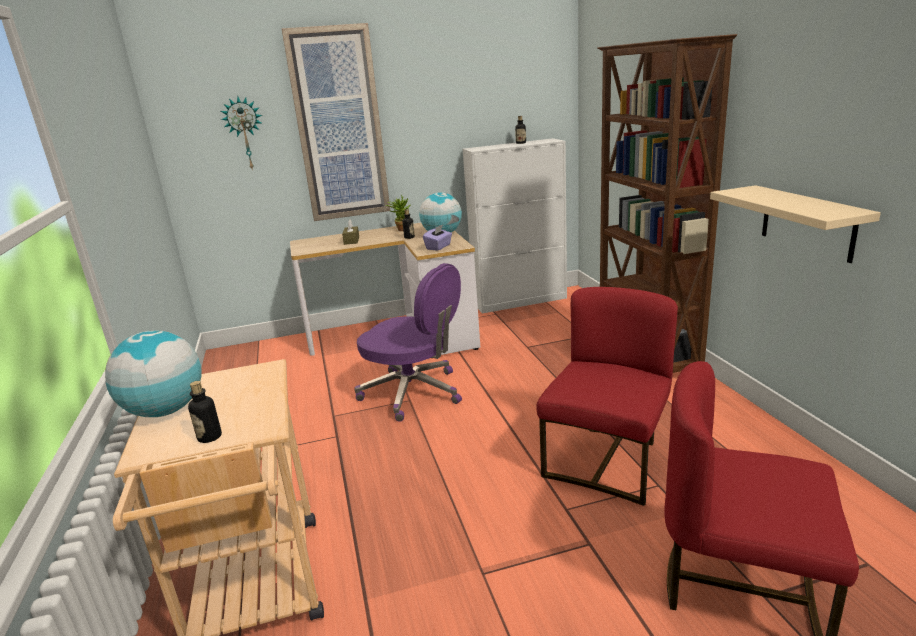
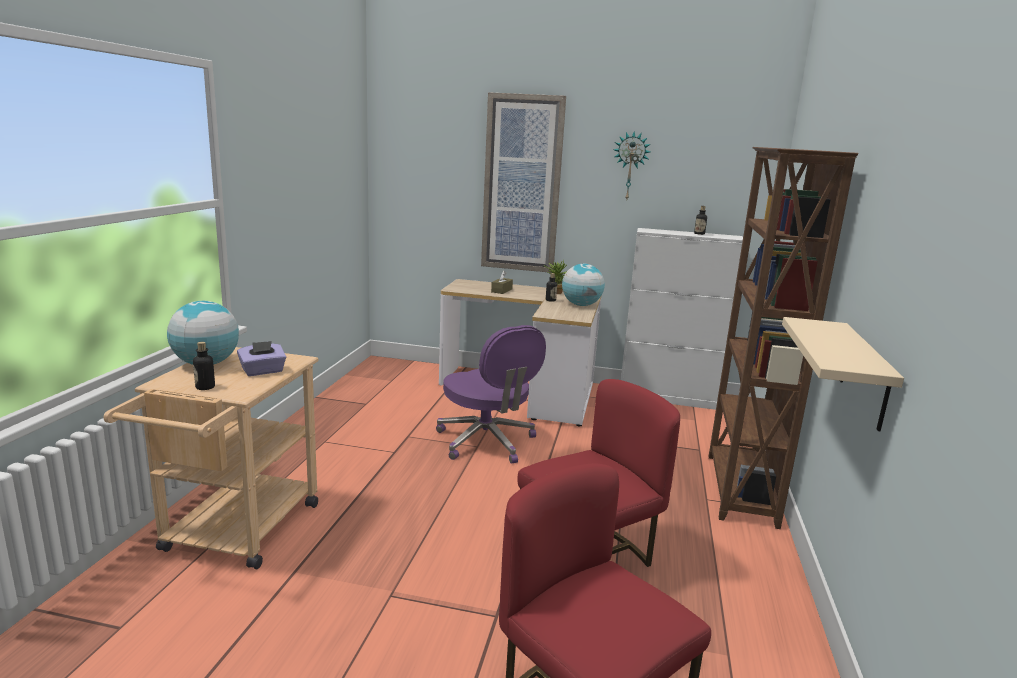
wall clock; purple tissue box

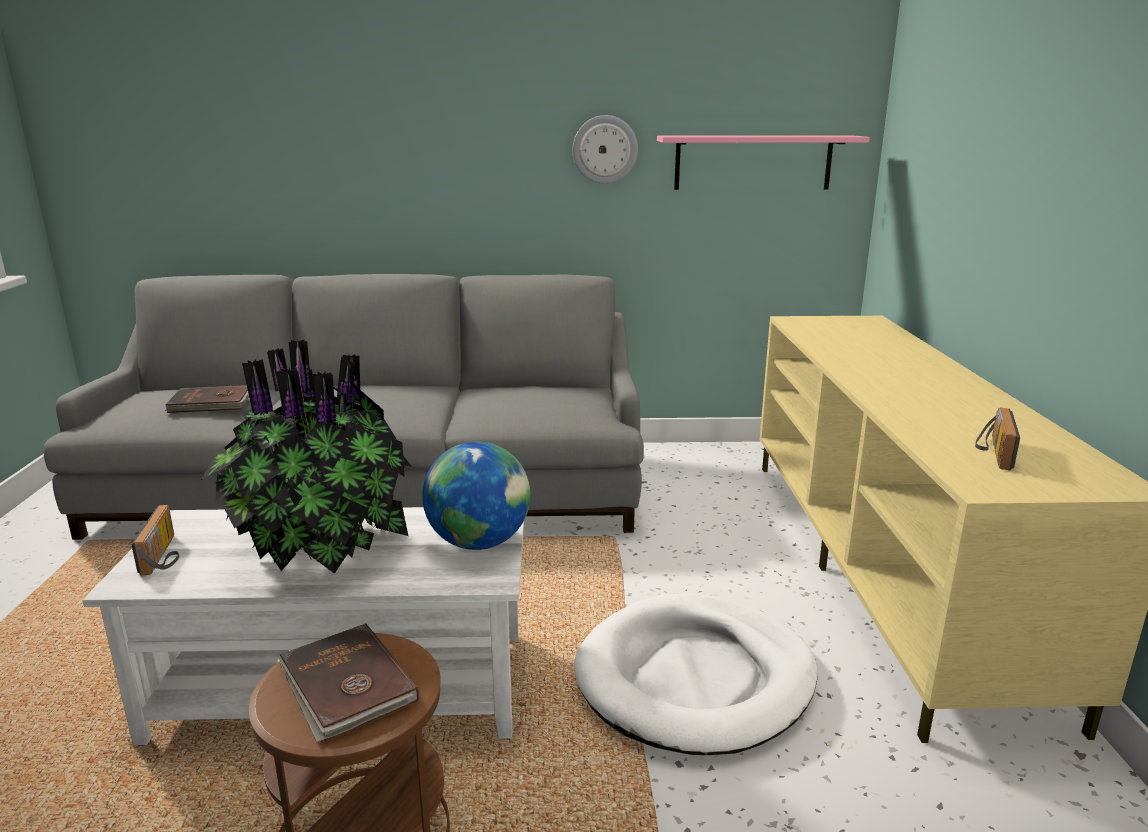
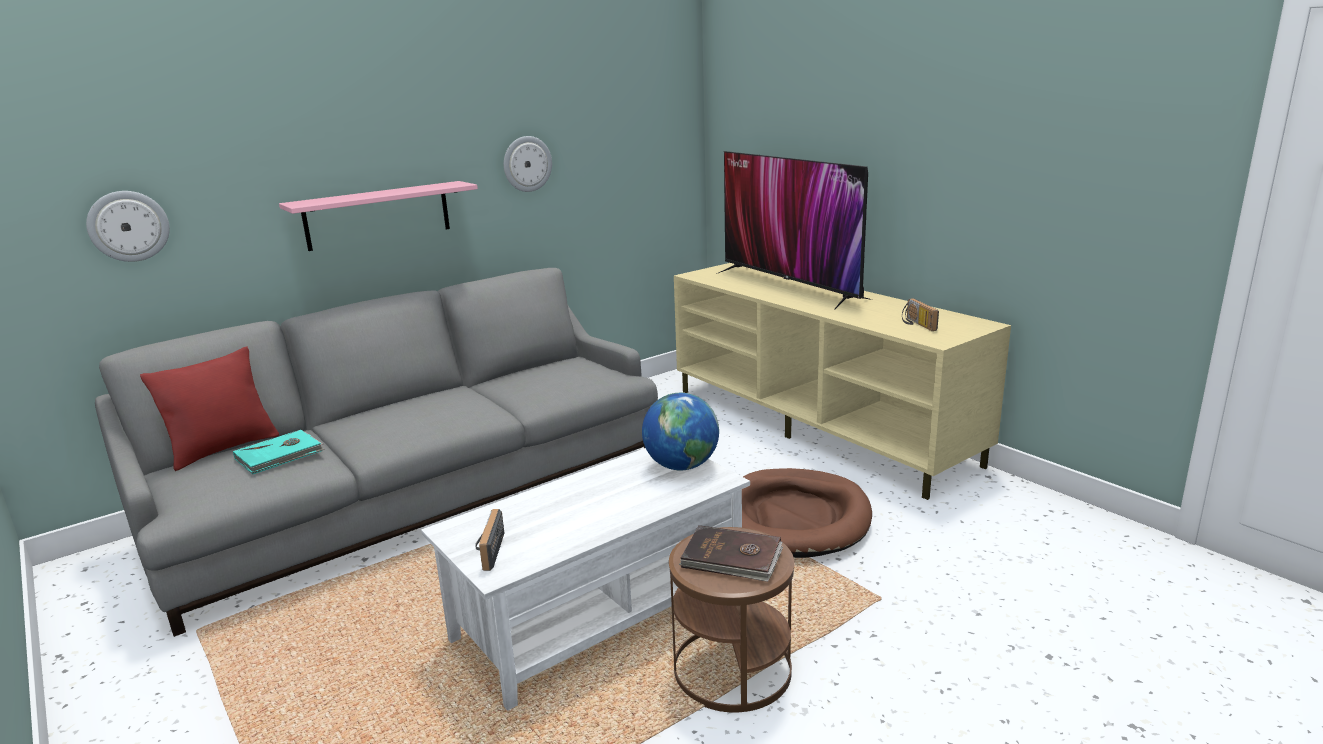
radio (1st from left); turquoise book; potted plant; brown dog bed; pink shelf; wall clock (1st from left); red pillow; television

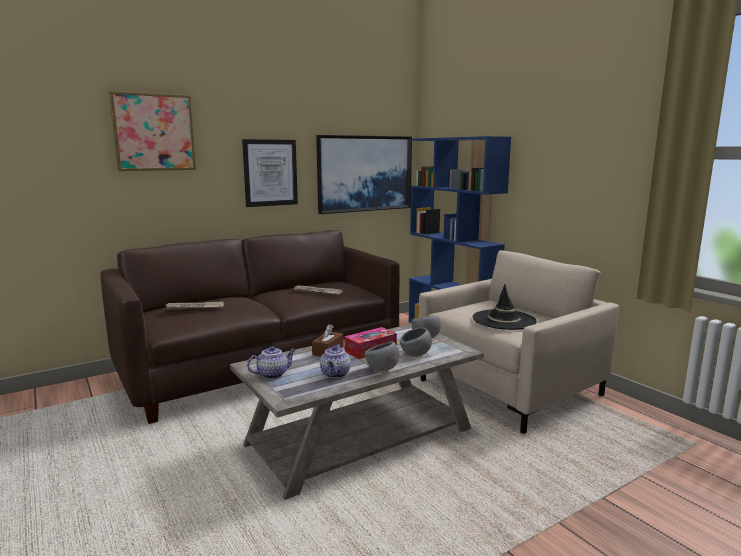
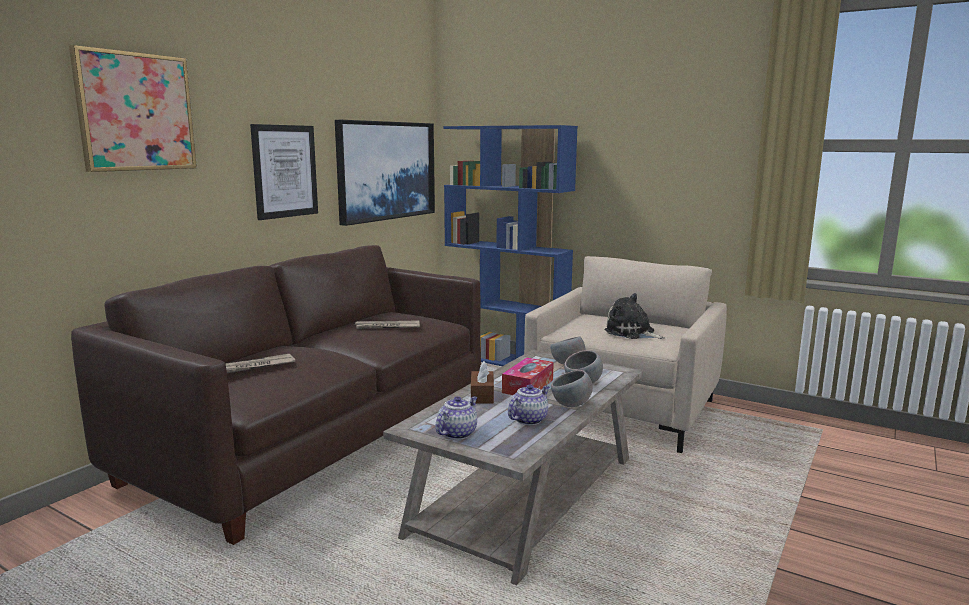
teapot (2nd from left); plush toy

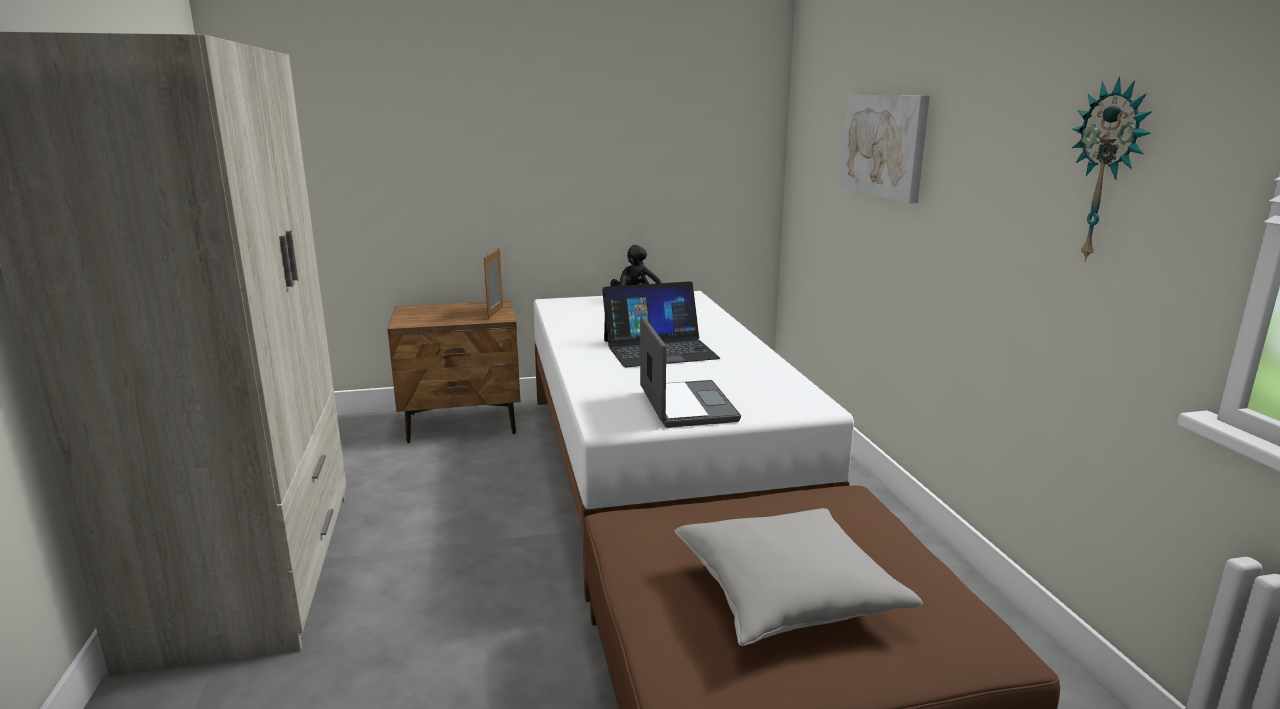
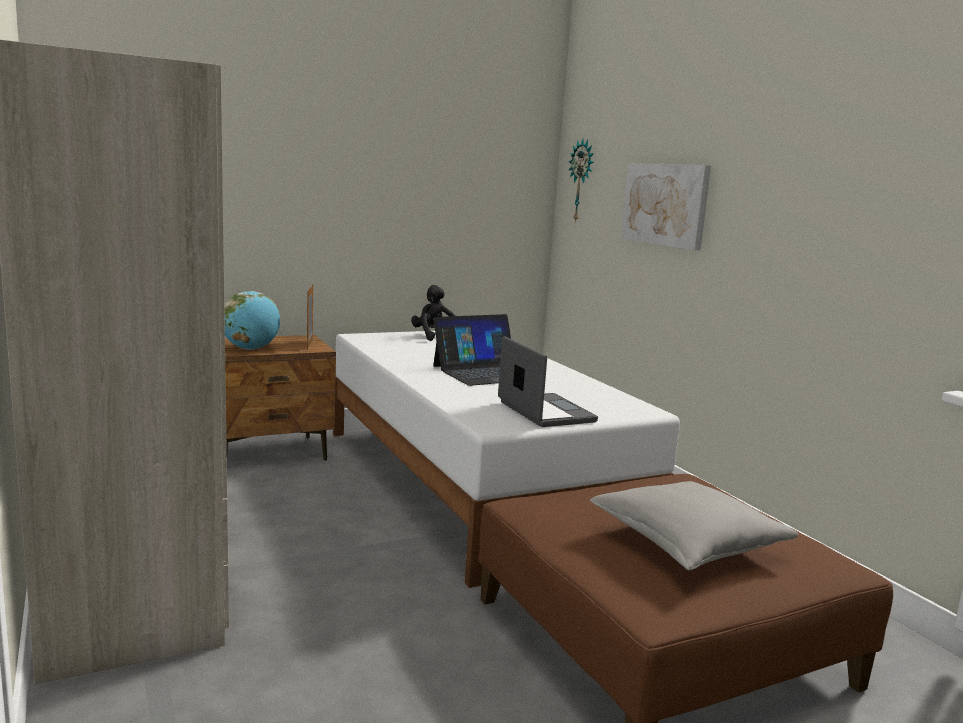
wall clock; globe

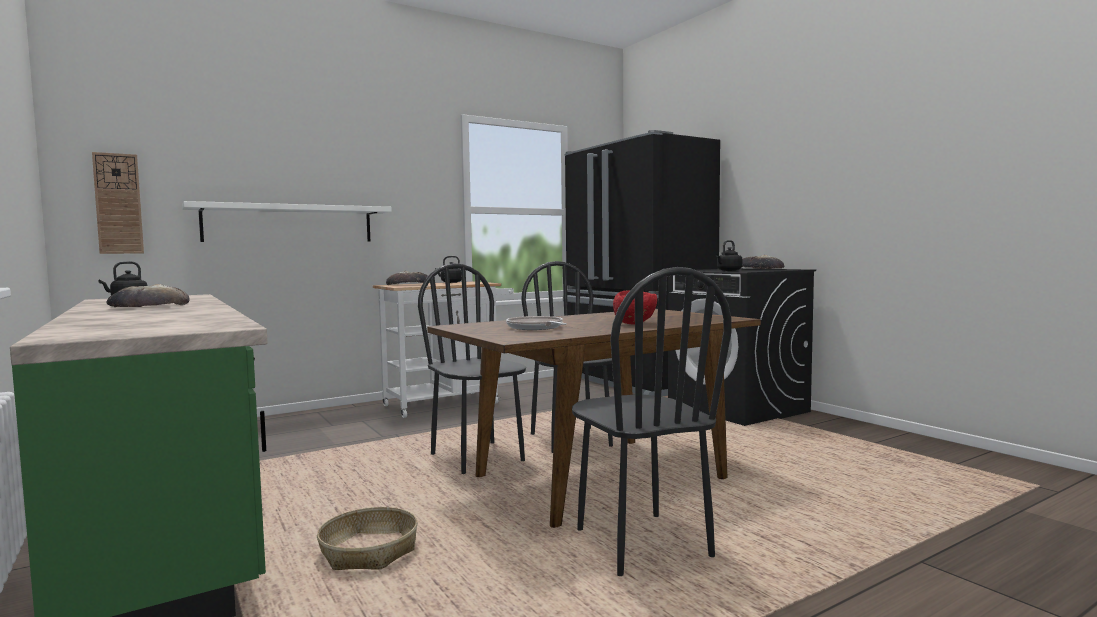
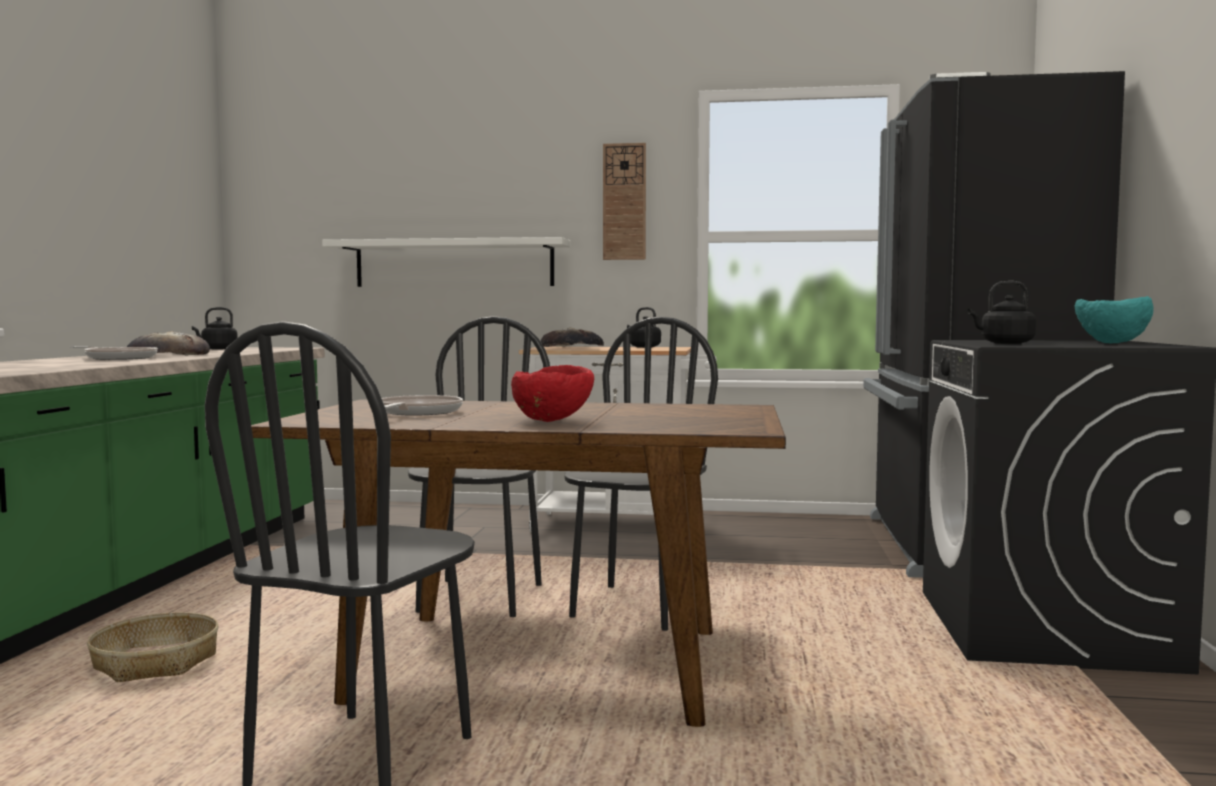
wall clock; turquoise bowl; frying pan (1st from left)

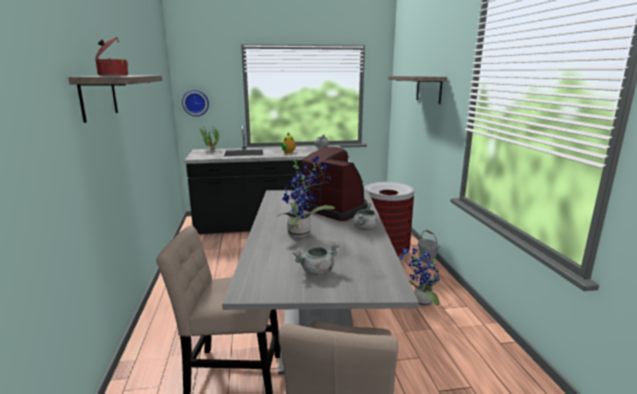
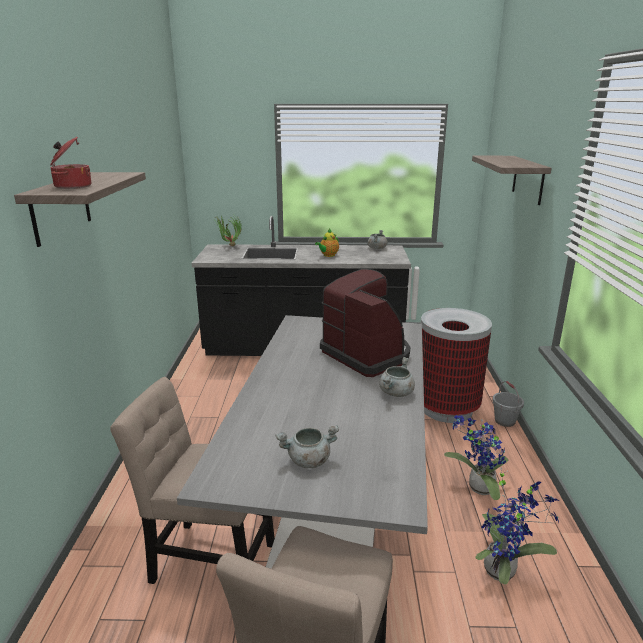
wall clock; potted plant (3rd from left)

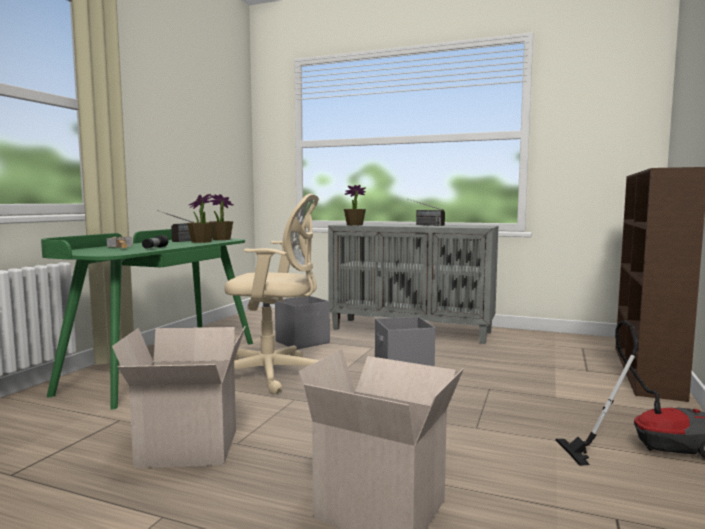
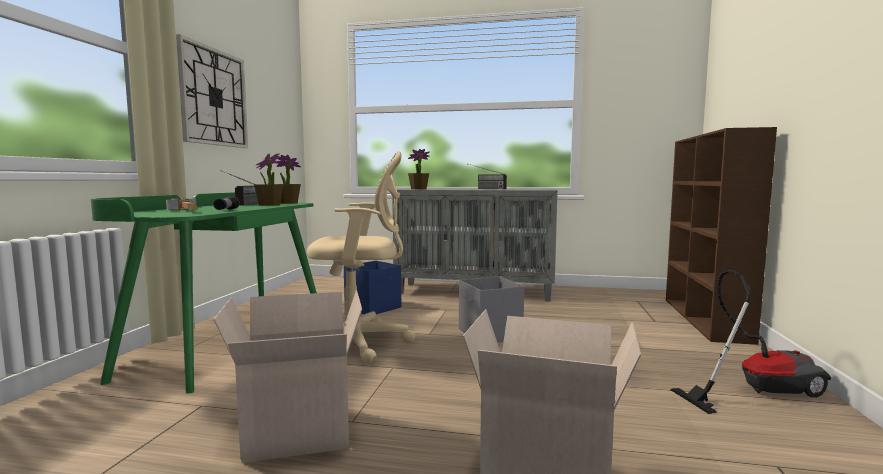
blue storage box; wall clock

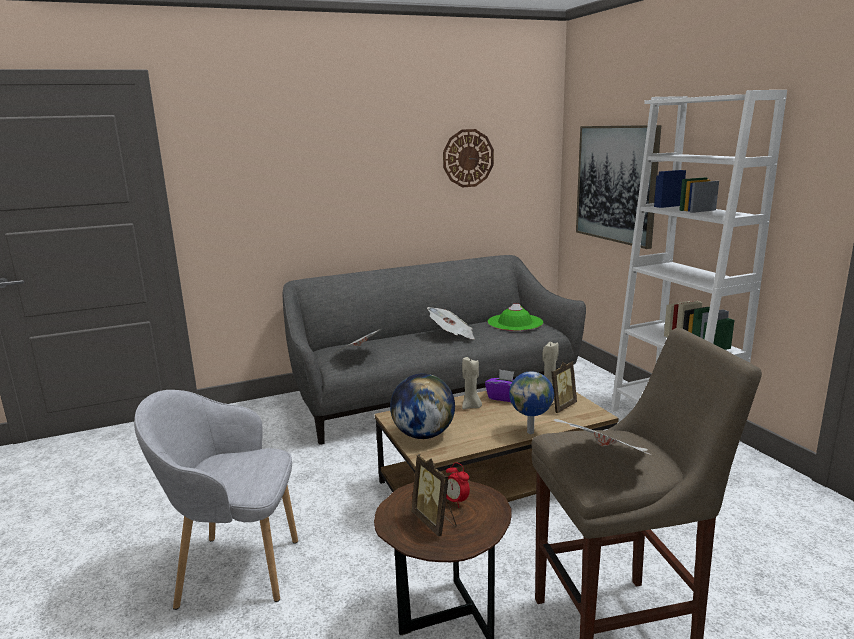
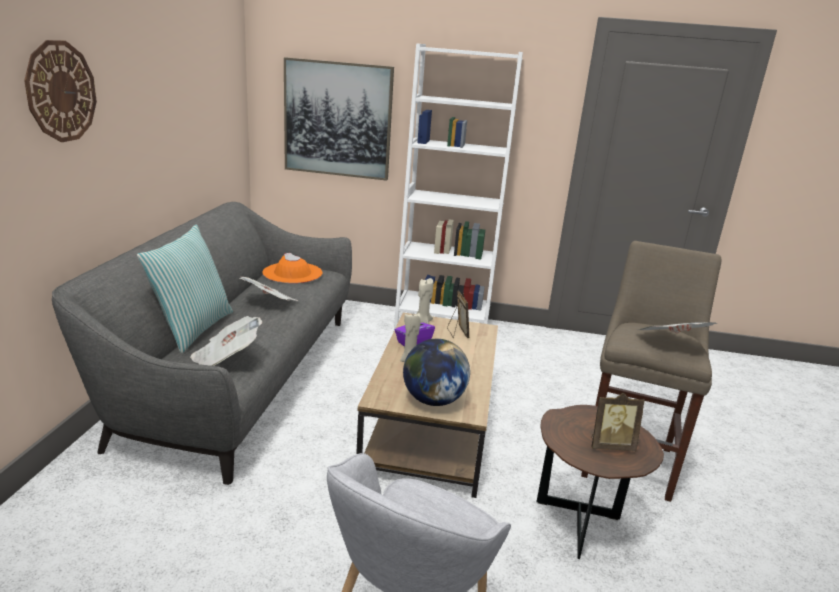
wall clock; alarm clock; orange hat; globe (2nd from left in the first image); pillow

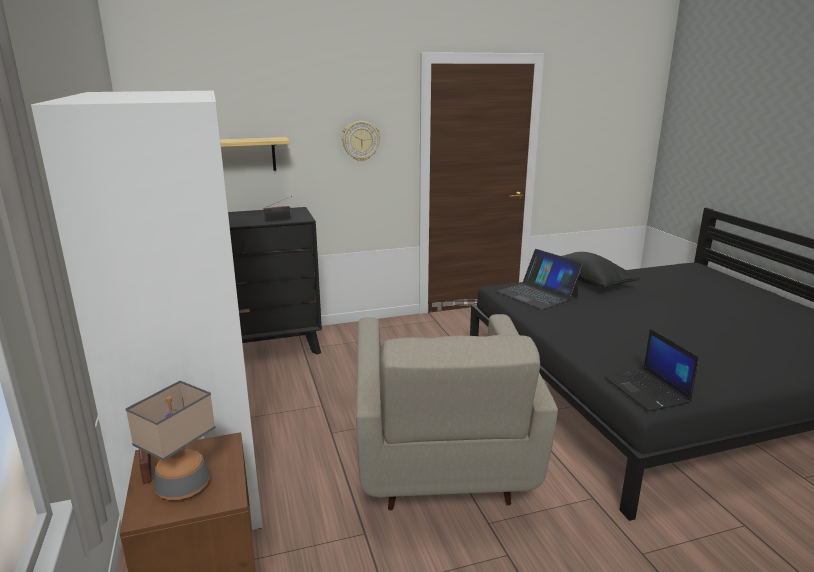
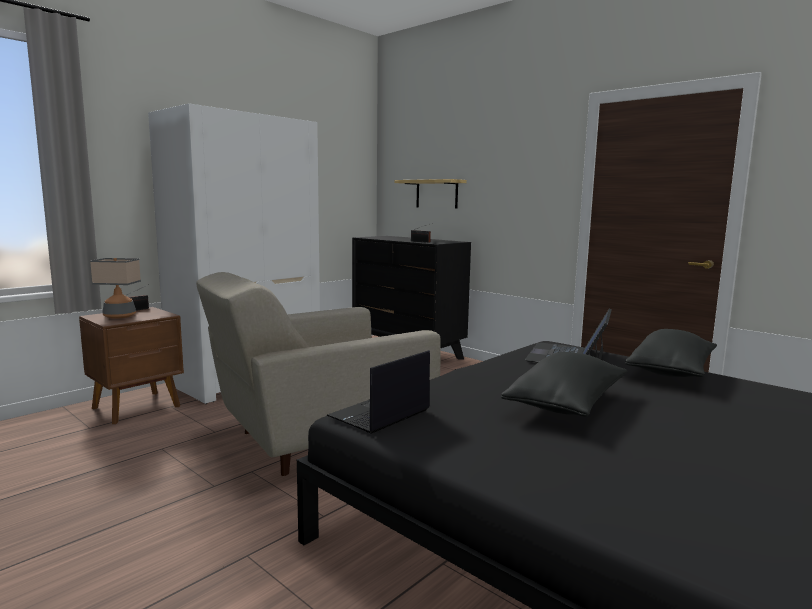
wall clock; black pillow (1st from left)

